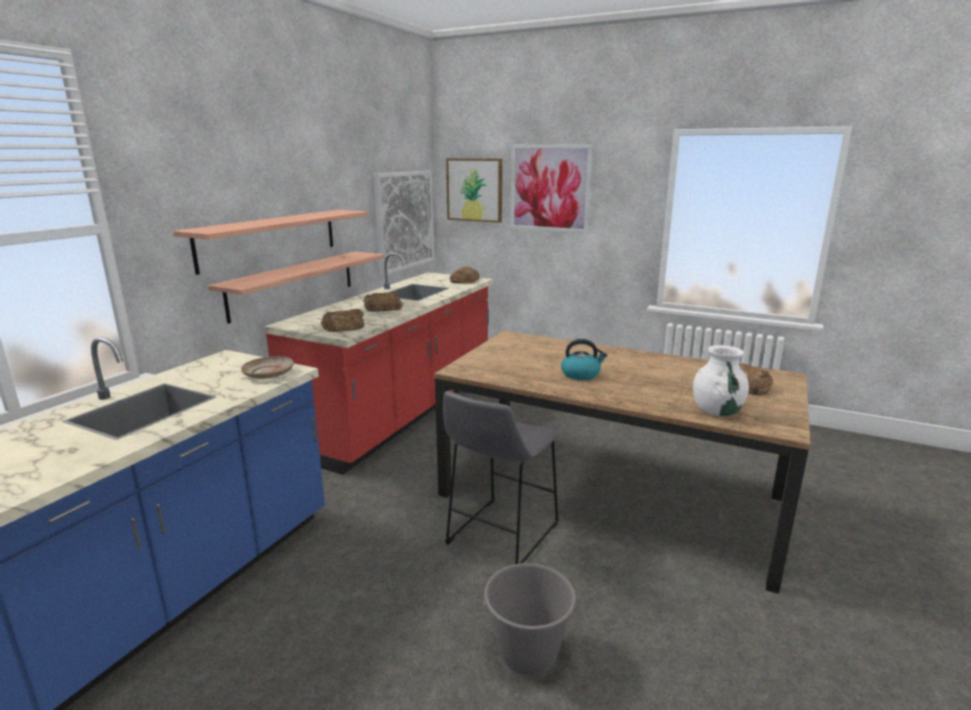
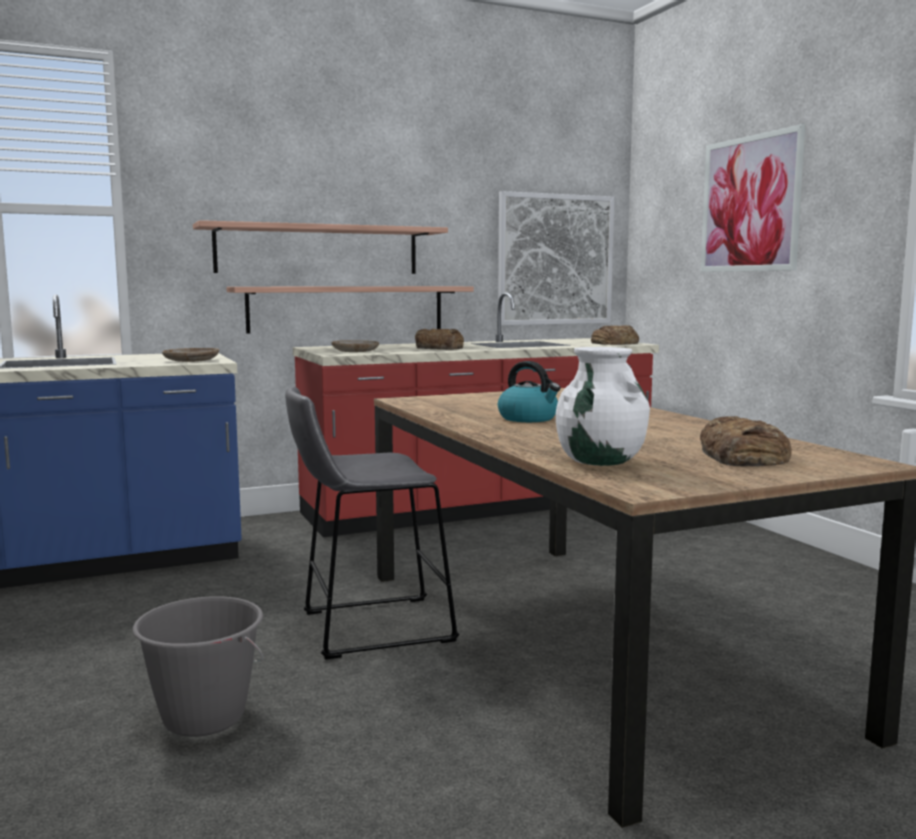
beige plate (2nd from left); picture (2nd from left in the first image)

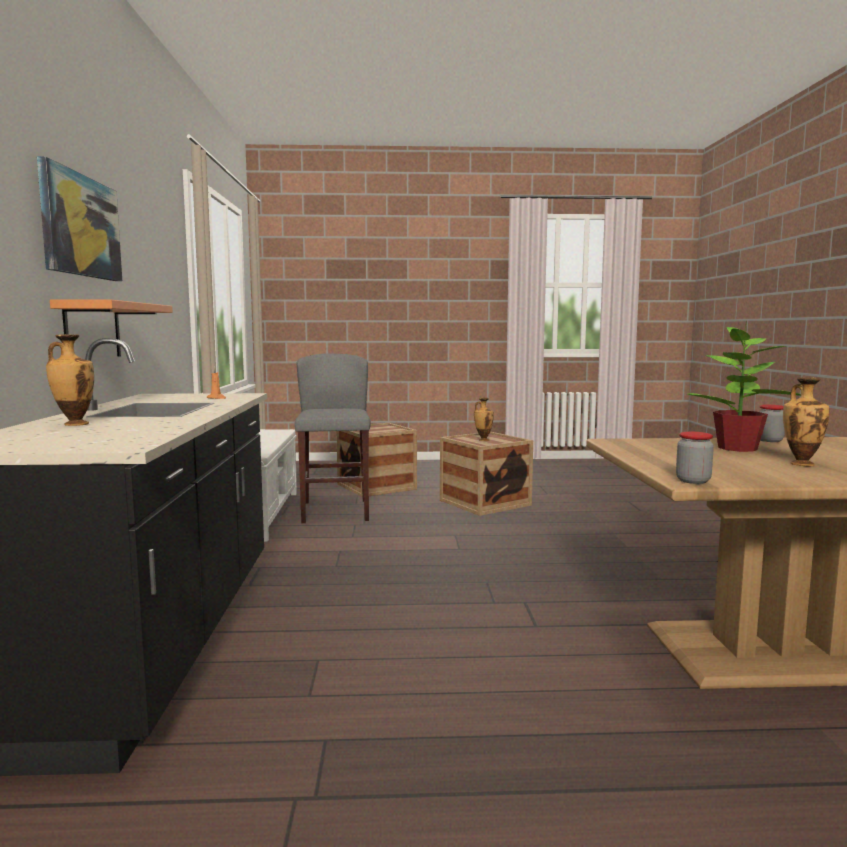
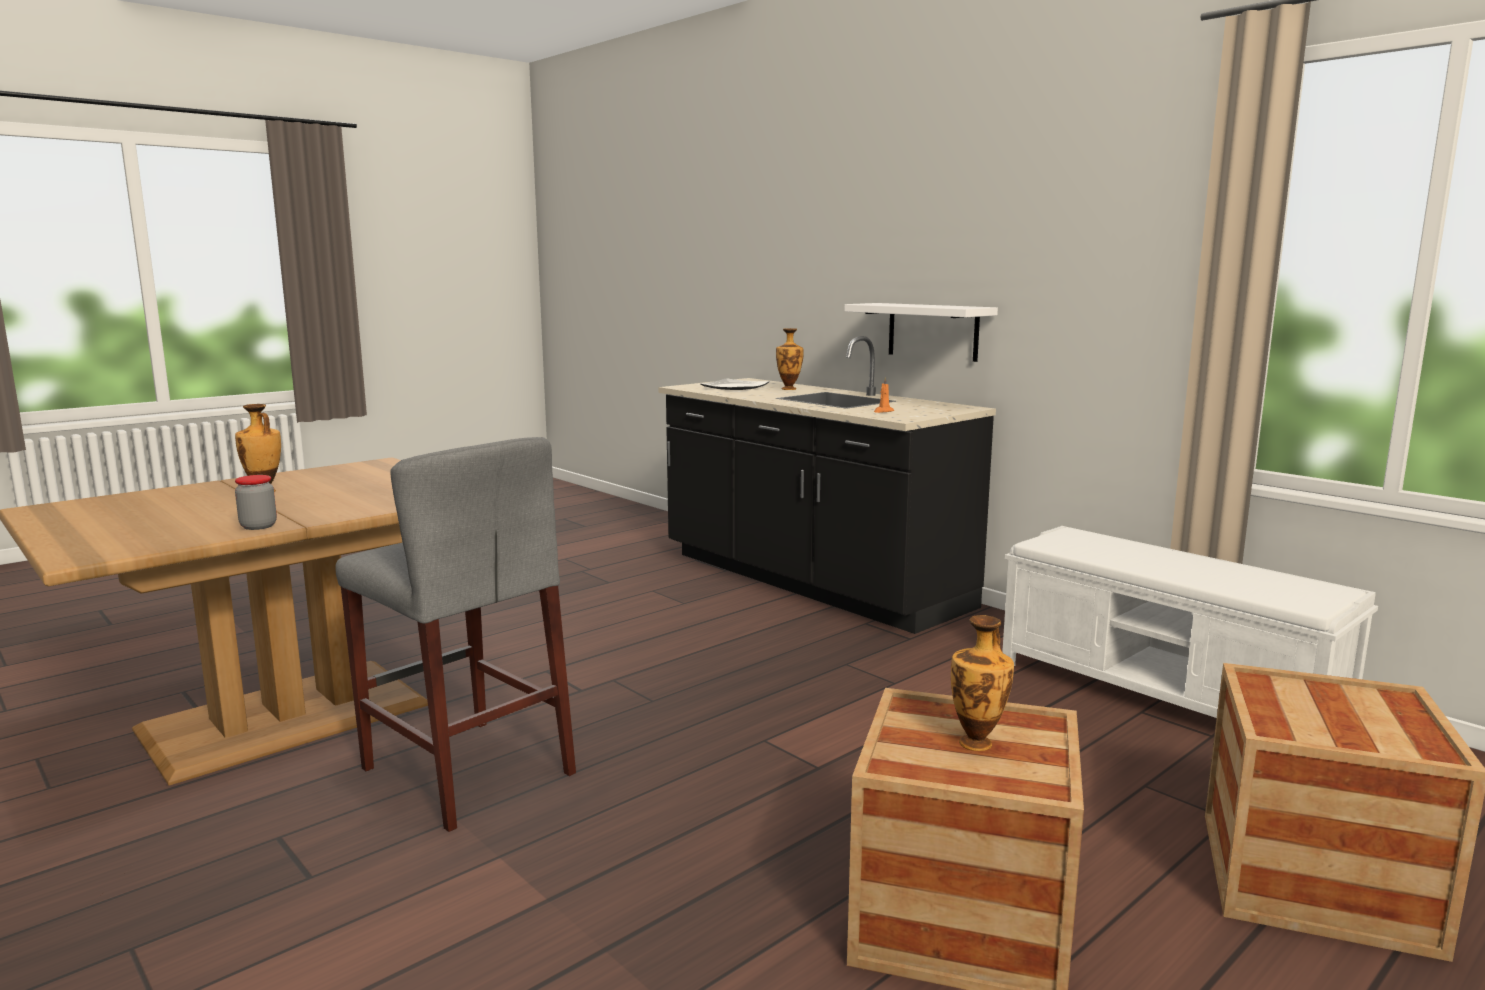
picture; white shelf; grey stool; jar (1st from left in the first image); potted plant; plate

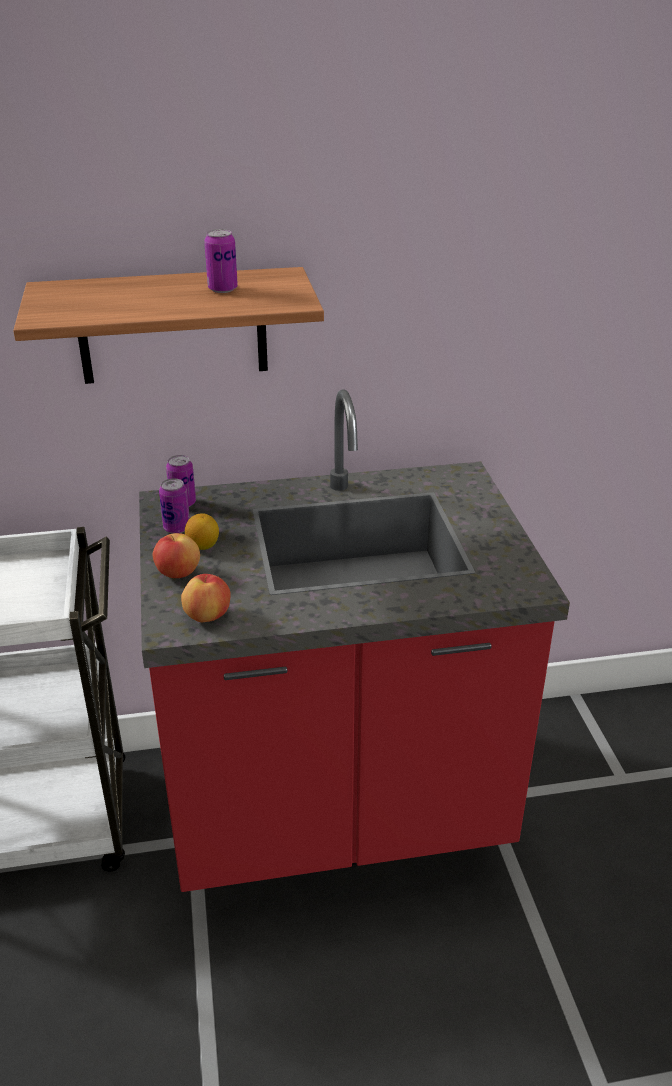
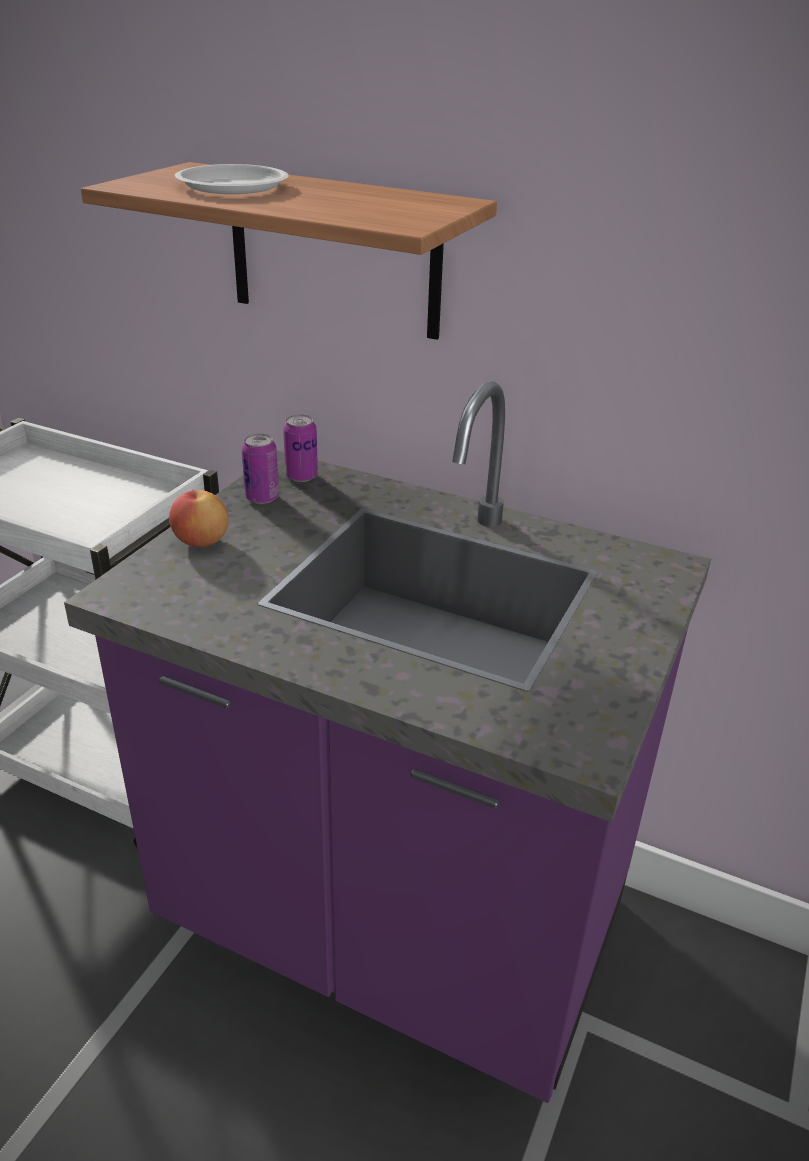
purple counter; apple (2nd from left in the first image); lemon; can (3rd from left in the first image); white plate

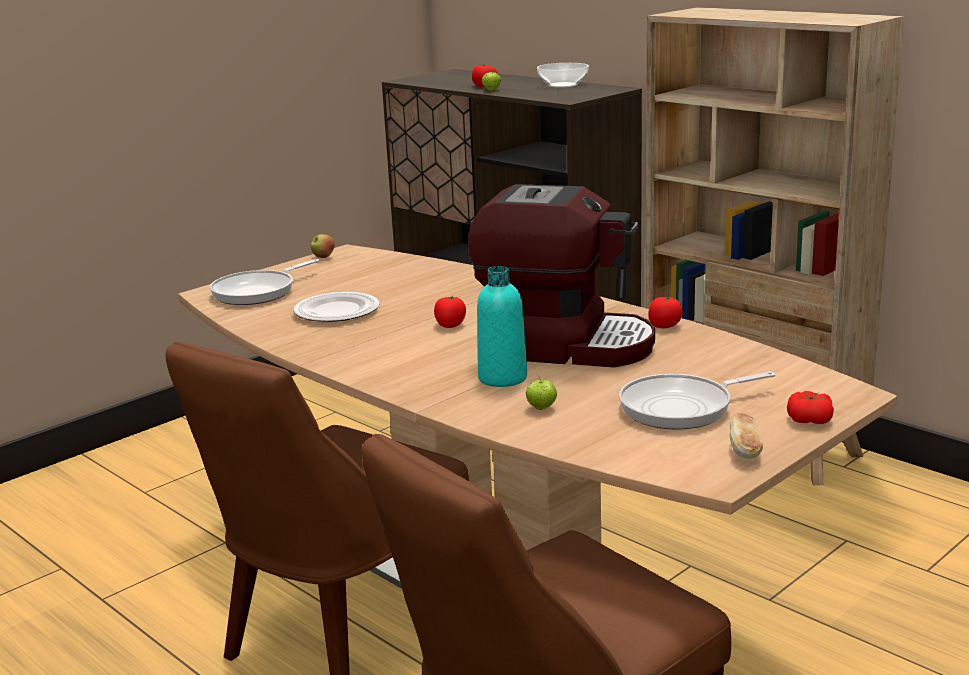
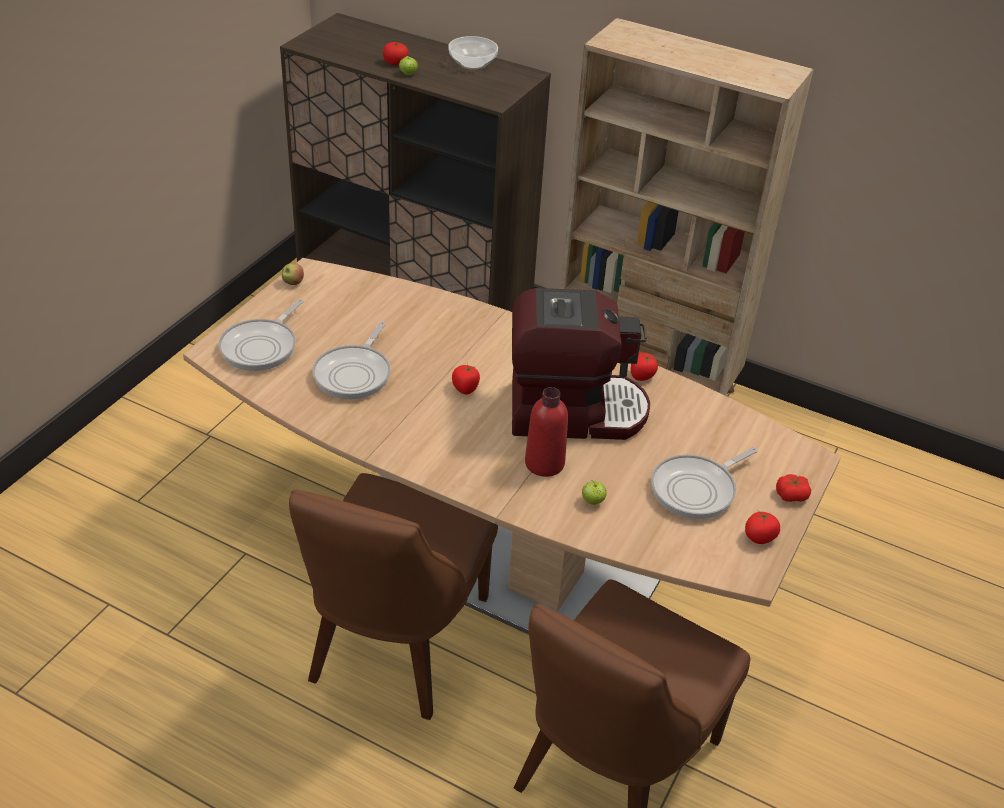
frying pan (2nd from left); red bottle; tomato (4th from left)

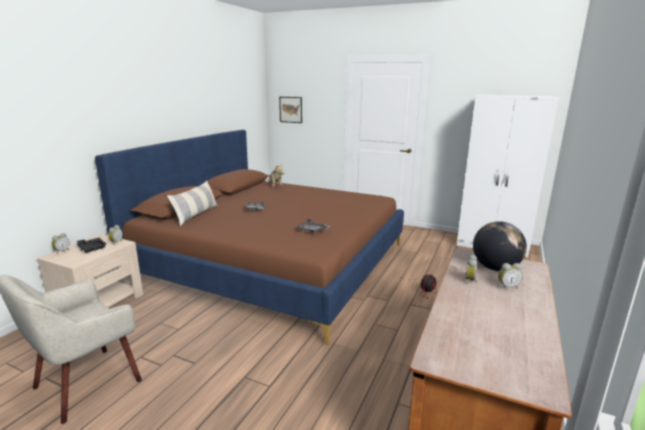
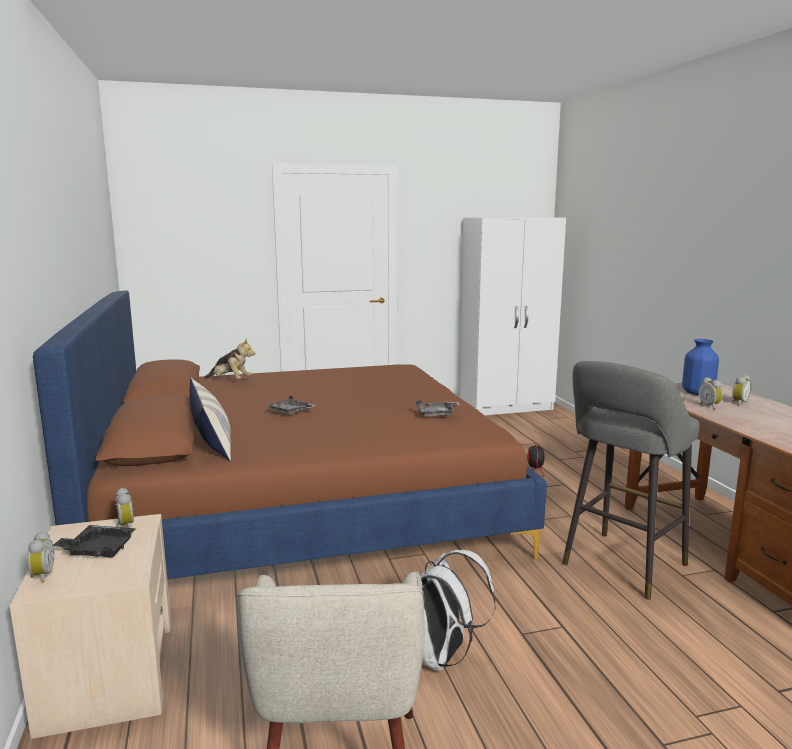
picture; blue vase; white backpack; grey stool

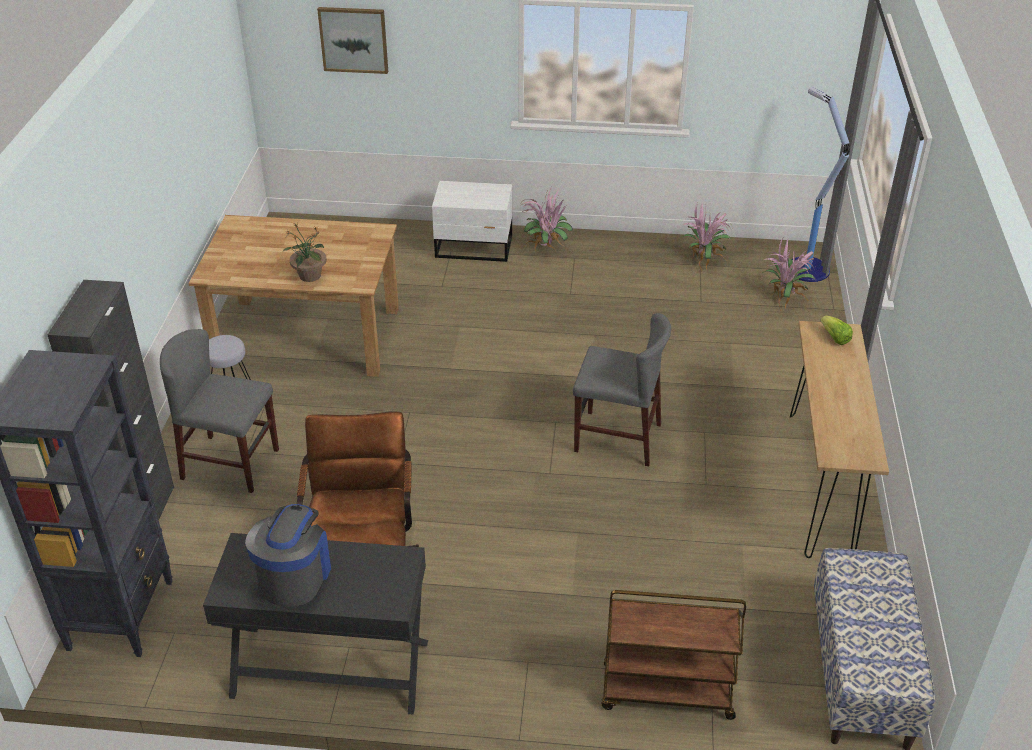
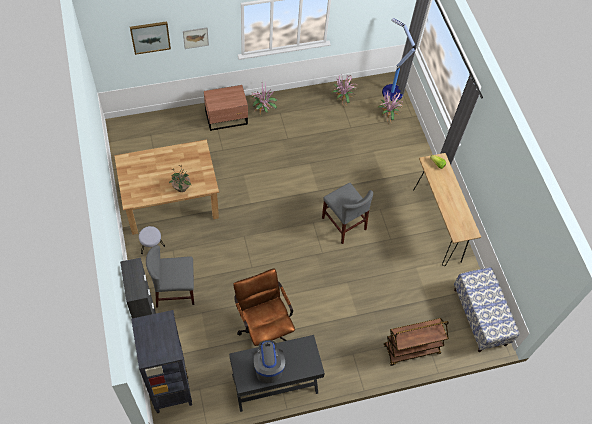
brown nightstand; grey chair (2nd from left); picture (2nd from left)

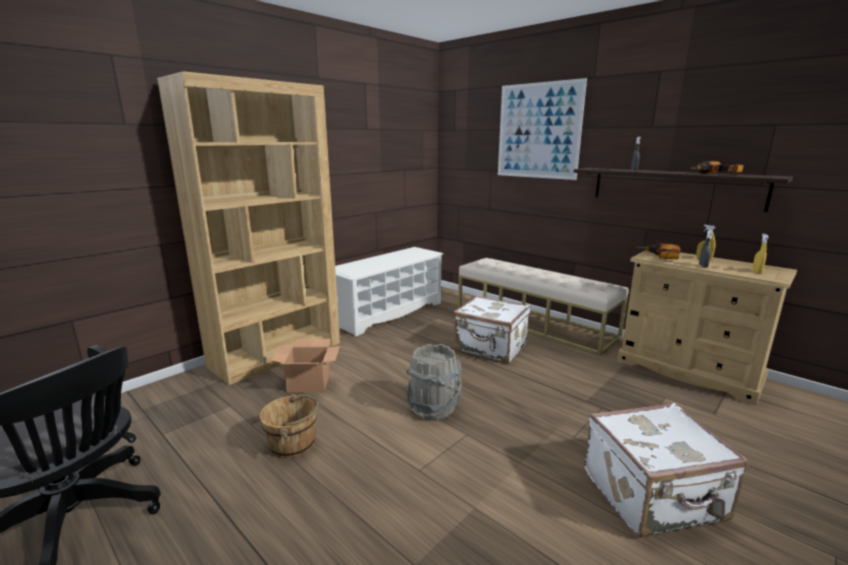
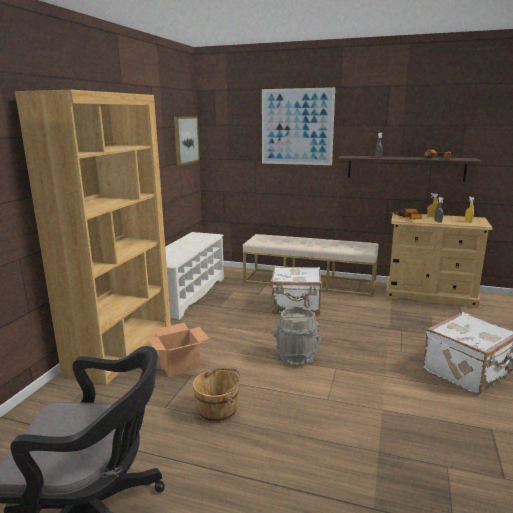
picture (1st from left)

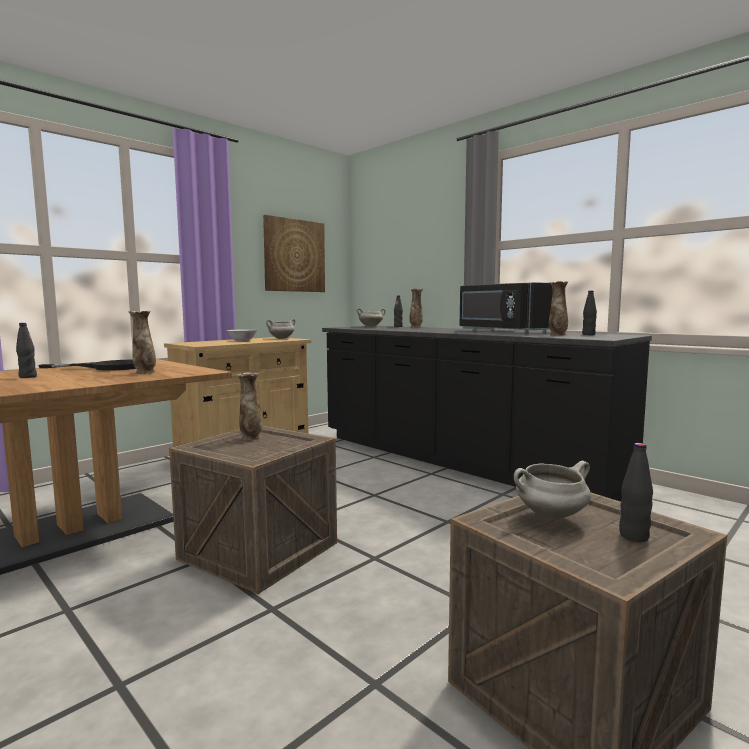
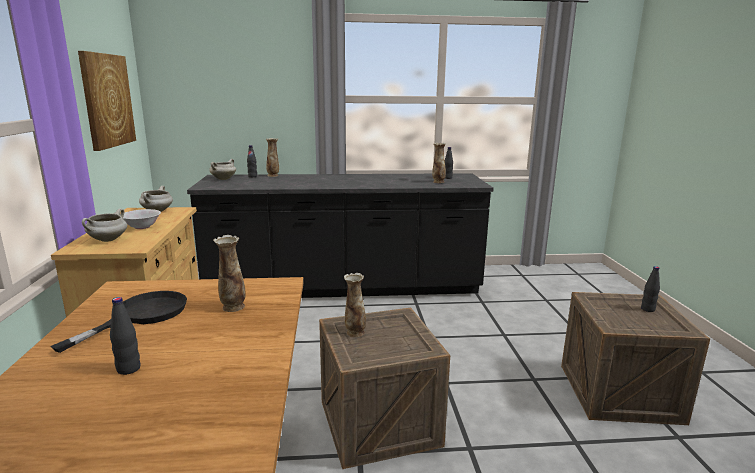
black microwave; white cooking pot (1st from left)

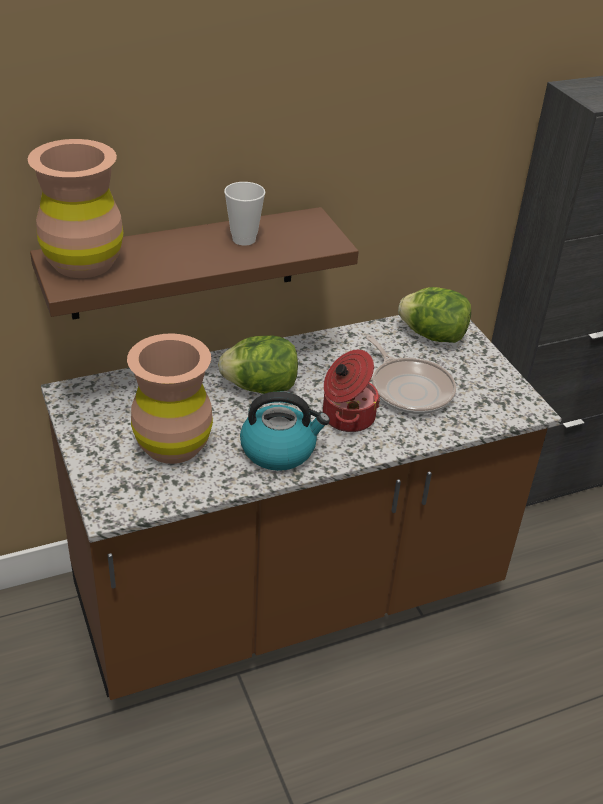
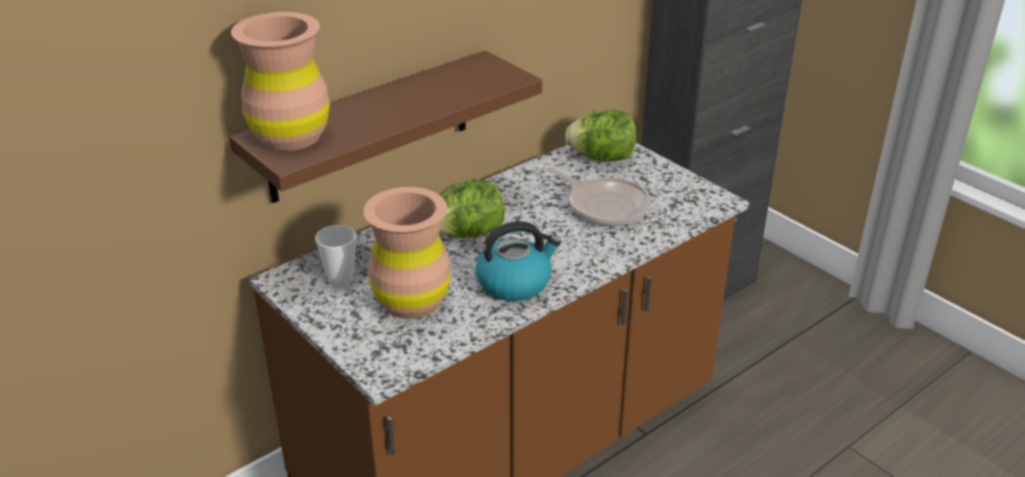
cup; cooking pot

